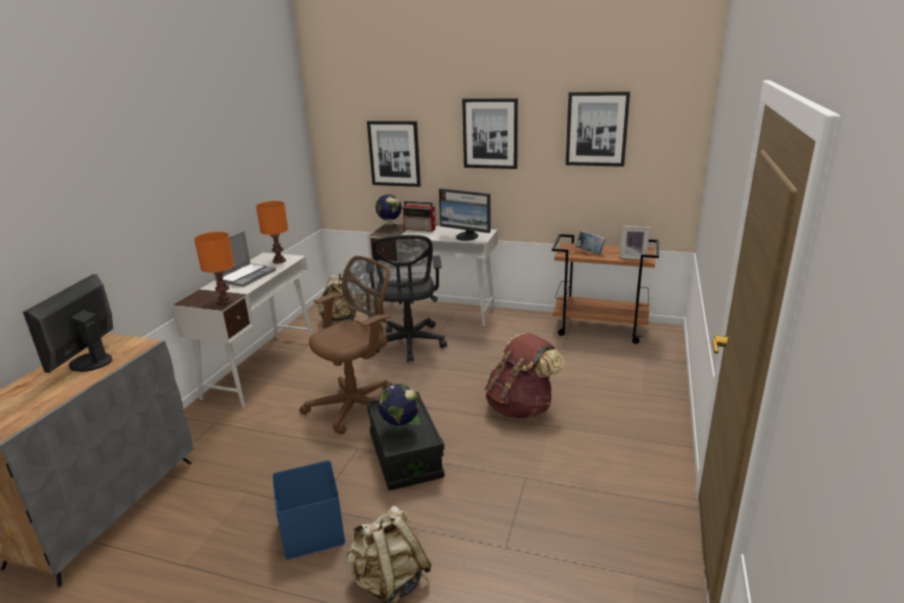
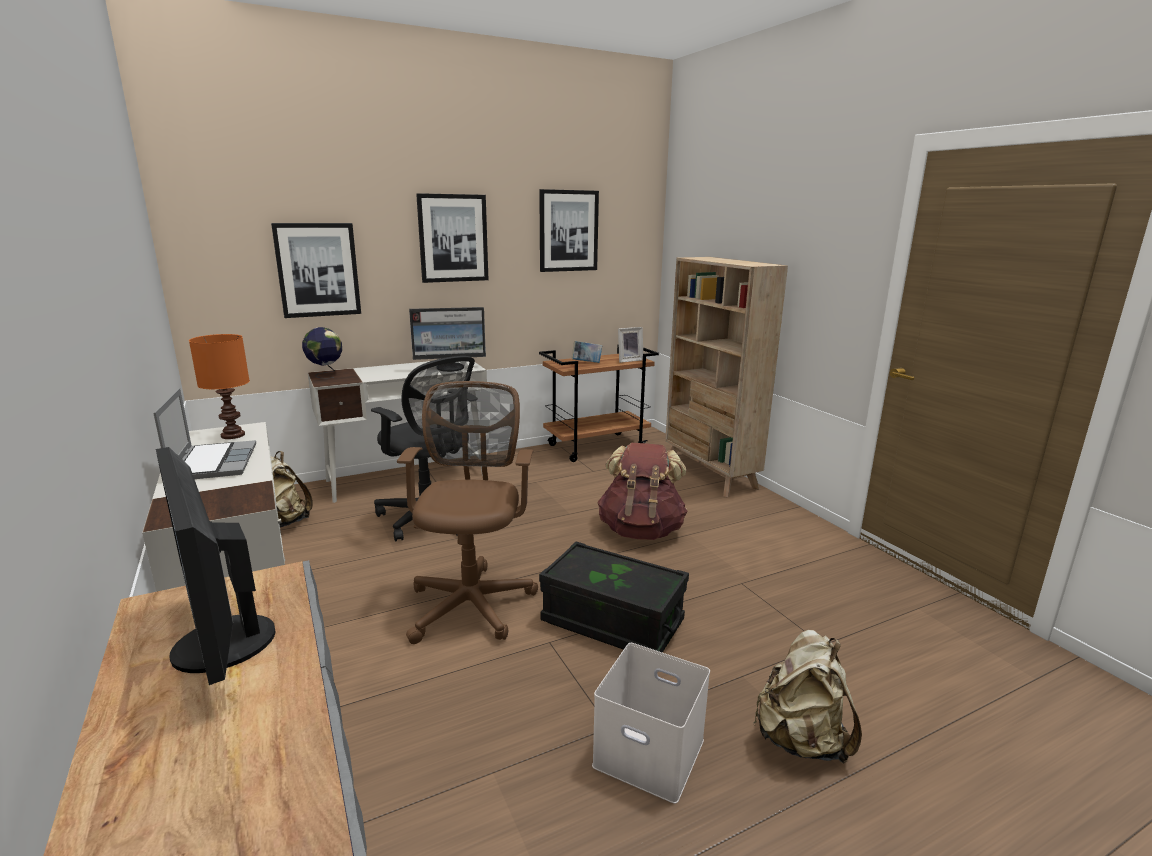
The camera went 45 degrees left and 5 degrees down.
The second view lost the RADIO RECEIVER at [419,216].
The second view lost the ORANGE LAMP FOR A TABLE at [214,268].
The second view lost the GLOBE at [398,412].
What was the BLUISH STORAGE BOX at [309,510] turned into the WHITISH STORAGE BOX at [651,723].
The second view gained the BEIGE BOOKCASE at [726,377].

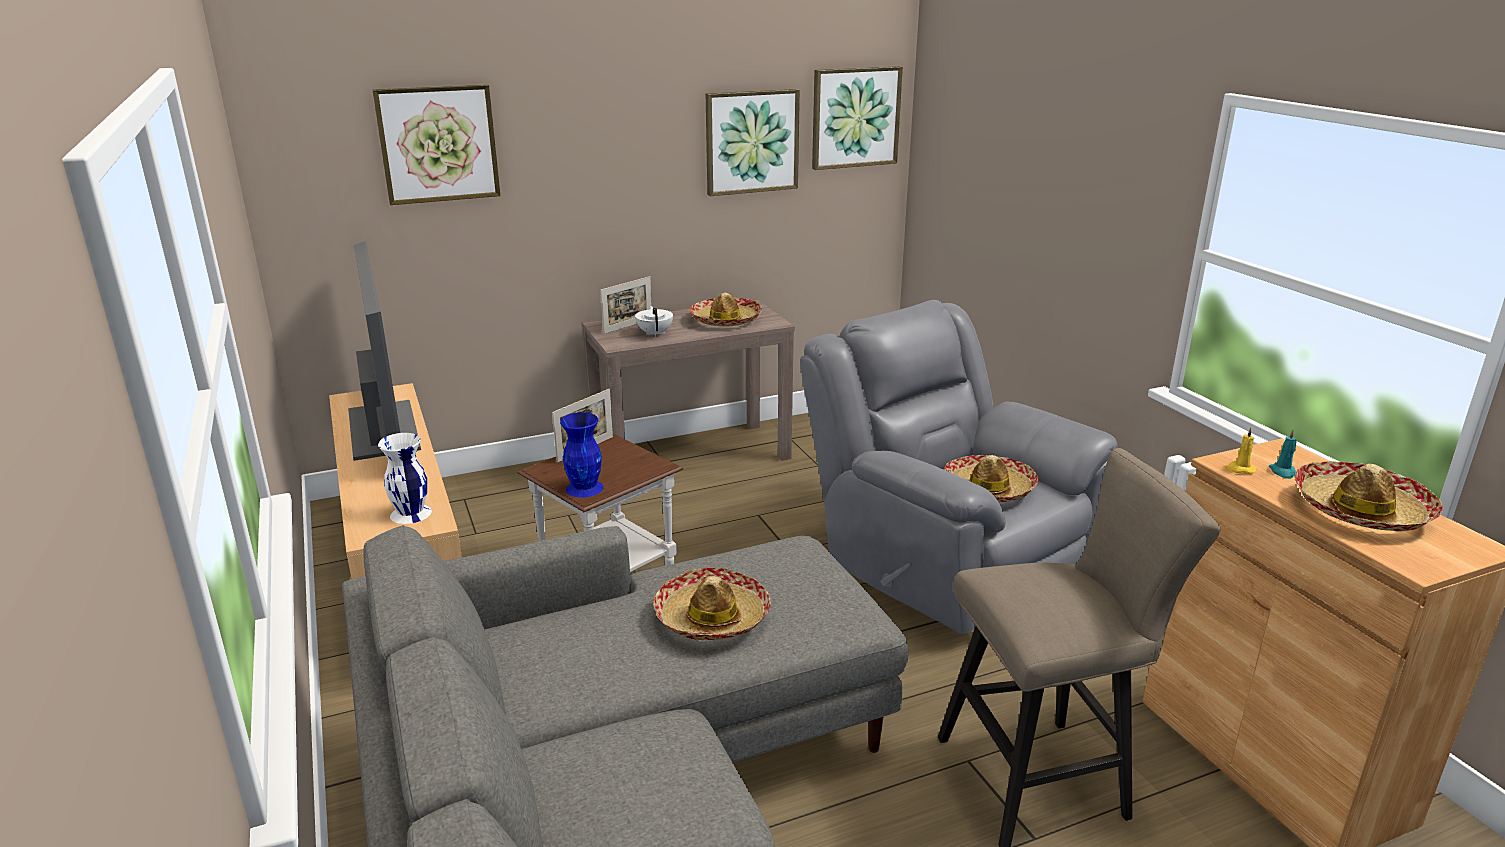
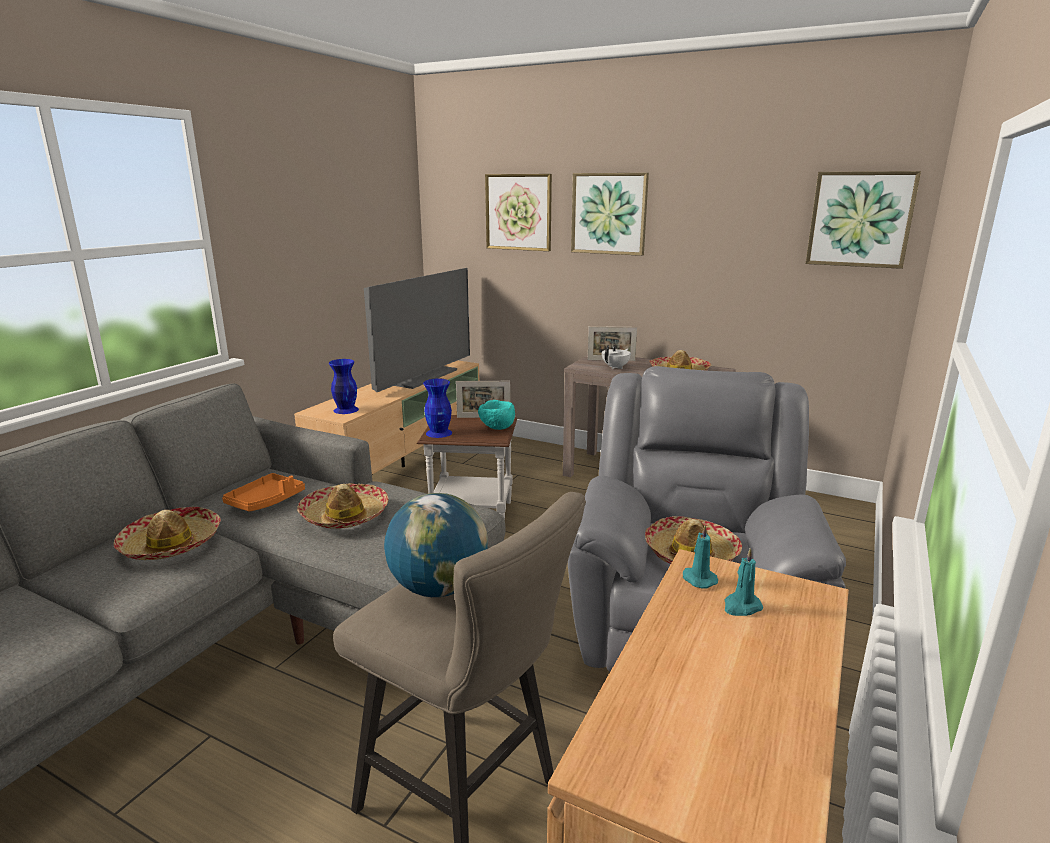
The camera went 50 degrees right and 5 degrees down.
The WALL PICTURE ended up elsewhere, having gone from [753,142] to [610,214].
What was the YELLOW WAX CANDLE at [1240,450] turned into the BLUE-GREEN WAX CANDLE at [700,556].
What was the WHITISH DECORATIVE VASE at [405,478] turned into the BLUISH DECORATIVE VASE at [344,386].
The HAT ended up elsewhere, having gone from [1368,496] to [167,533].
The second view gained the BLUE-GREEN BOWL at [496,415].
The second view gained the ORANGE TRAY at [263,492].
The second view gained the GLOBE at [436,545].

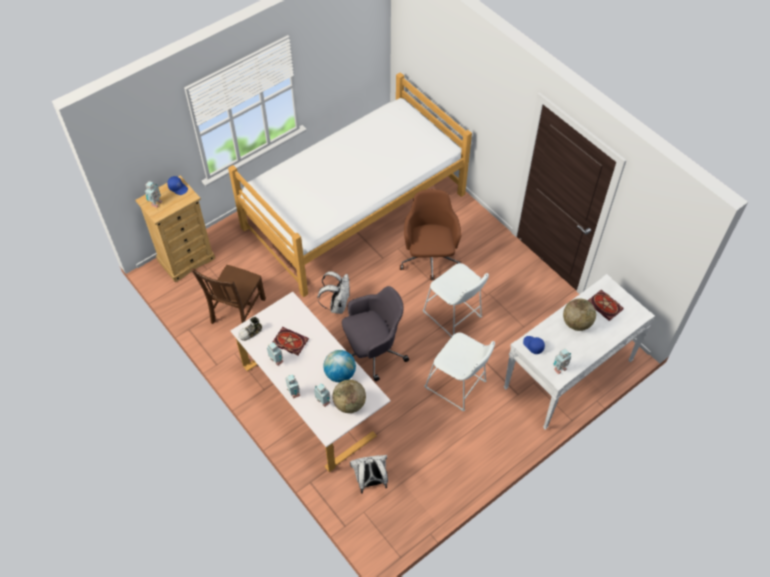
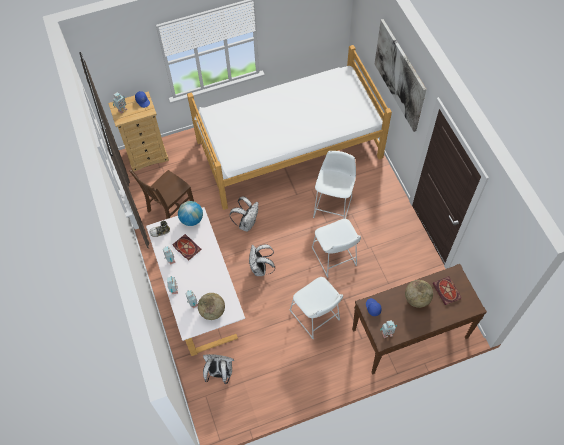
The camera went 20 degrees right and 5 degrees up.
Where the BROWN COMPUTER CHAIR stood at [430,234], the WHITISH STOOL SEAT came to stand at [334,185].
What was the WHITISH NARROW TABLE at [579,352] turned into the BROWN NARROW TABLE at [419,319].
Where the GREY COMPUTER CHAIR stood at [375,333], the WHITISH KNAPSACK came to stand at [262,260].
The GLOBE ended up elsewhere, having gone from [339,366] to [190,213].
The second view gained the WALL PICTURE at [400,75].

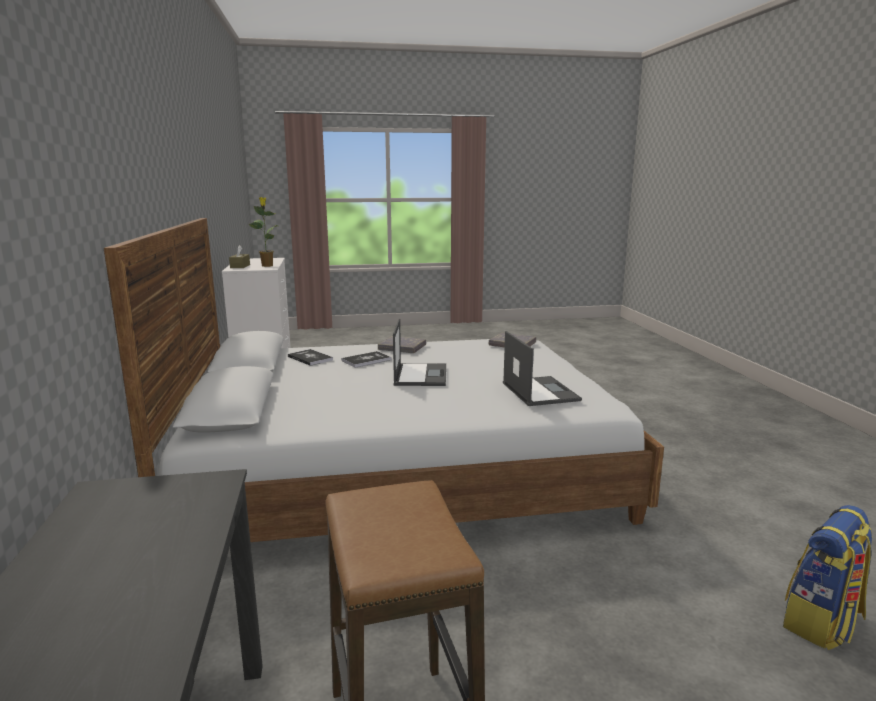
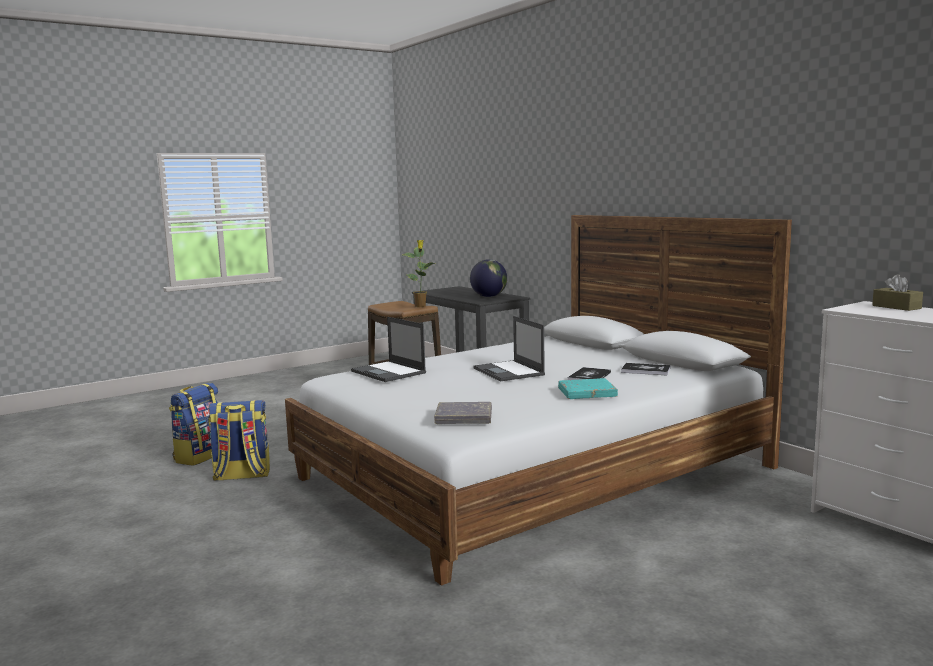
The camera went 155 degrees right and 5 degrees down.
The PLANT IN A POT ended up elsewhere, having gone from [263,232] to [419,273].
What was the GREY VOLUME at [402,344] turned into the BLUE-GREEN VOLUME at [588,388].
The second view gained the GLOBE at [488,278].
The second view gained the KNAPSACK at [239,440].

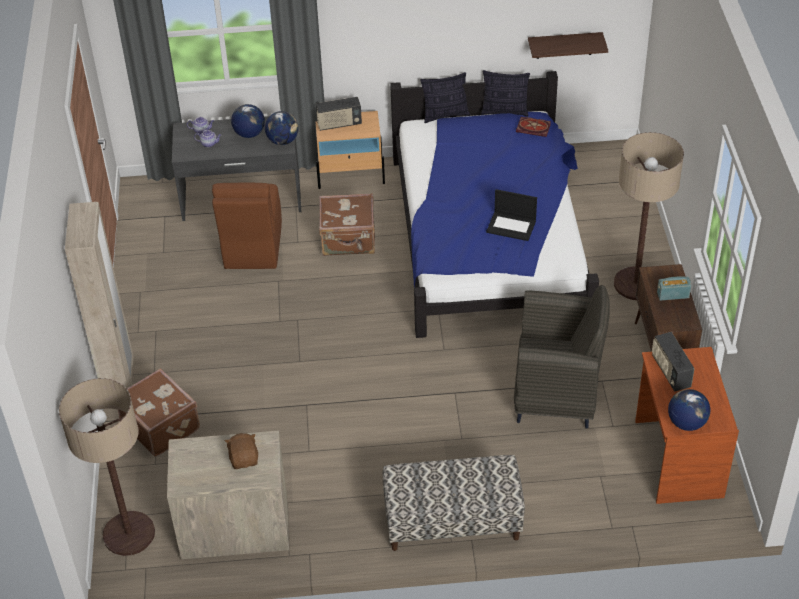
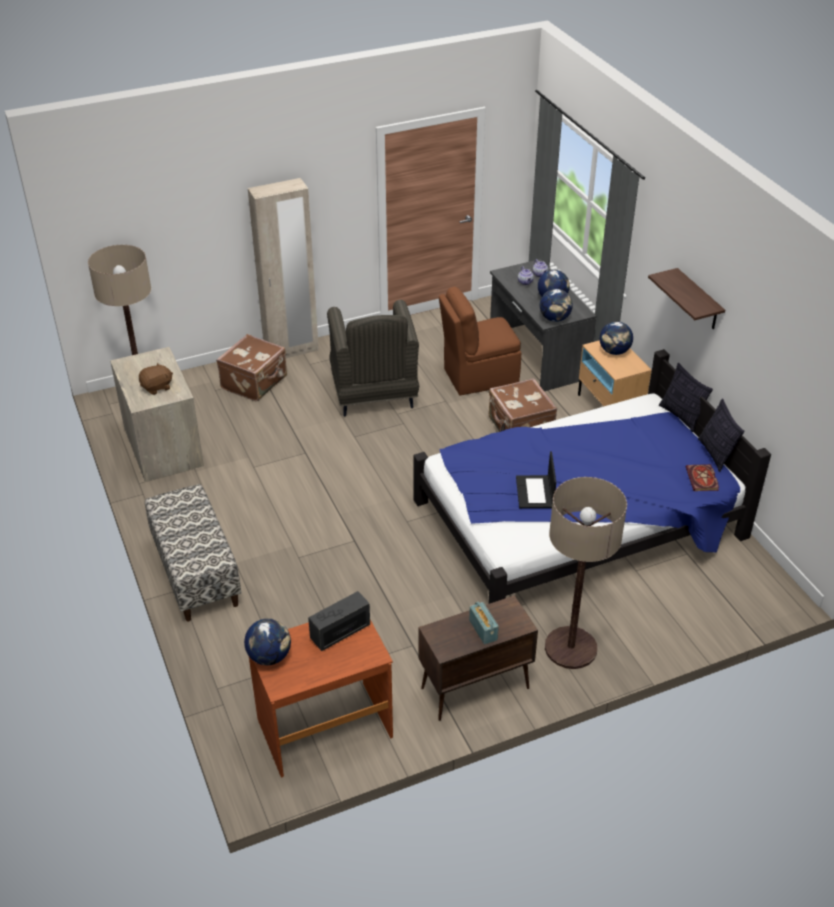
The camera went 70 degrees right and 5 degrees down.
The SHELF ended up elsewhere, having gone from [568,45] to [686,298].
Where the RADIO RECEIVER stood at [339,114], the GLOBE came to stand at [616,338].
The GREY ARMCHAIR ended up elsewhere, having gone from [562,357] to [373,358].

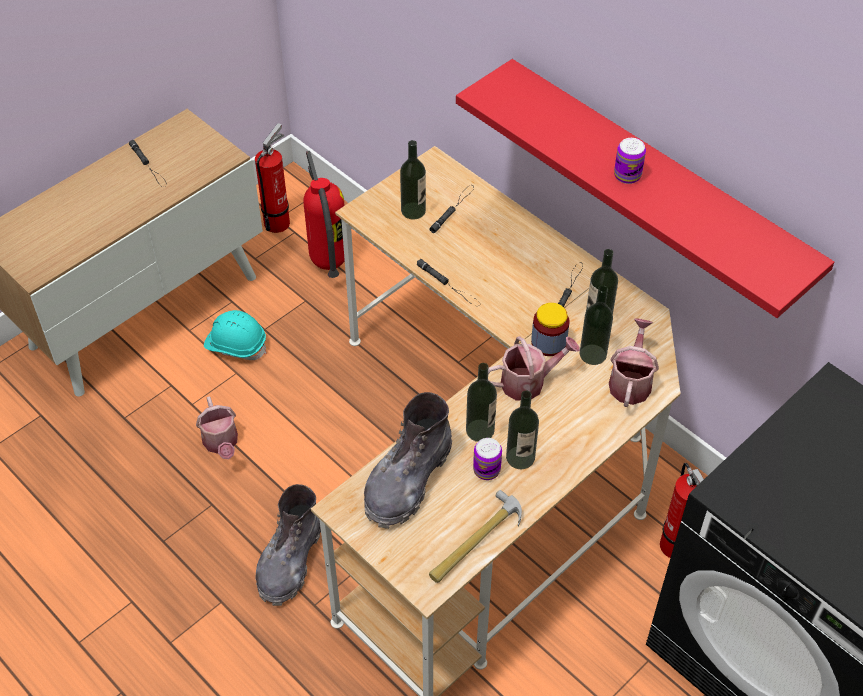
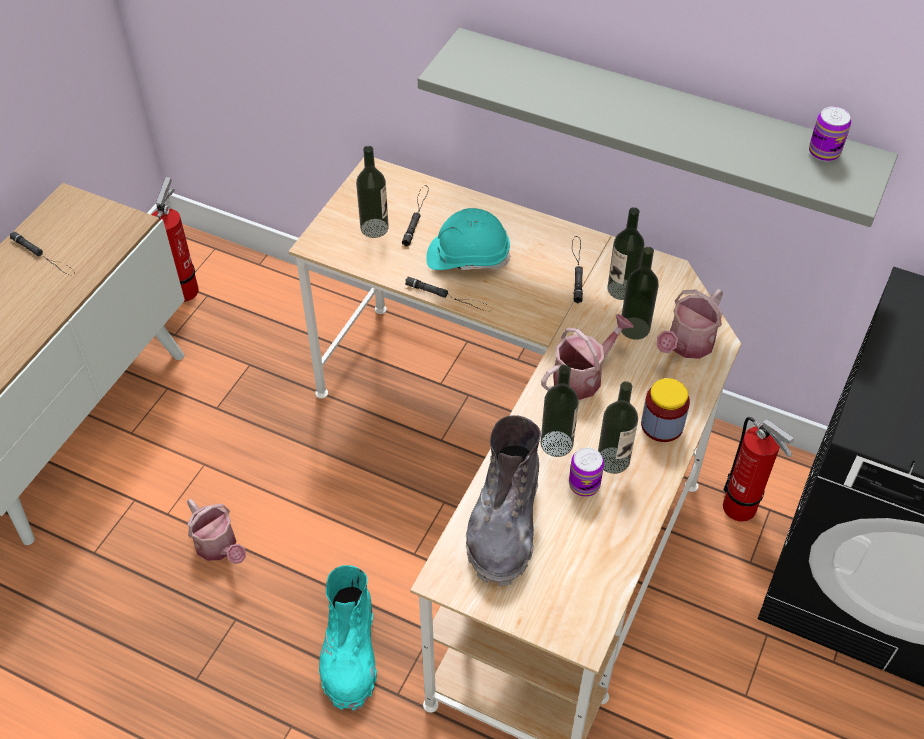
The camera went 20 degrees left and 0 degrees up.
What was the RED-COLOURED SHELF at [645,188] turned into the GREY SHELF at [658,127].
The CAN ended up elsewhere, having gone from [630,161] to [830,134].
The second view lost the EXTINGUISHER at [324,214].
The PRESERVE JAR ended up elsewhere, having gone from [550,329] to [665,410].
The BLUE-GREEN SAFETY HELMET ended up elsewhere, having gone from [235,335] to [468,239].
The WATERING POT at [634,362] ended up facing another way, 135 degrees counterclockwise from before.
What was the GREY TALL BOOT at [288,545] turned into the BLUE-GREEN TALL BOOT at [348,638].
The second view lost the HAND HAMMER at [475,536].

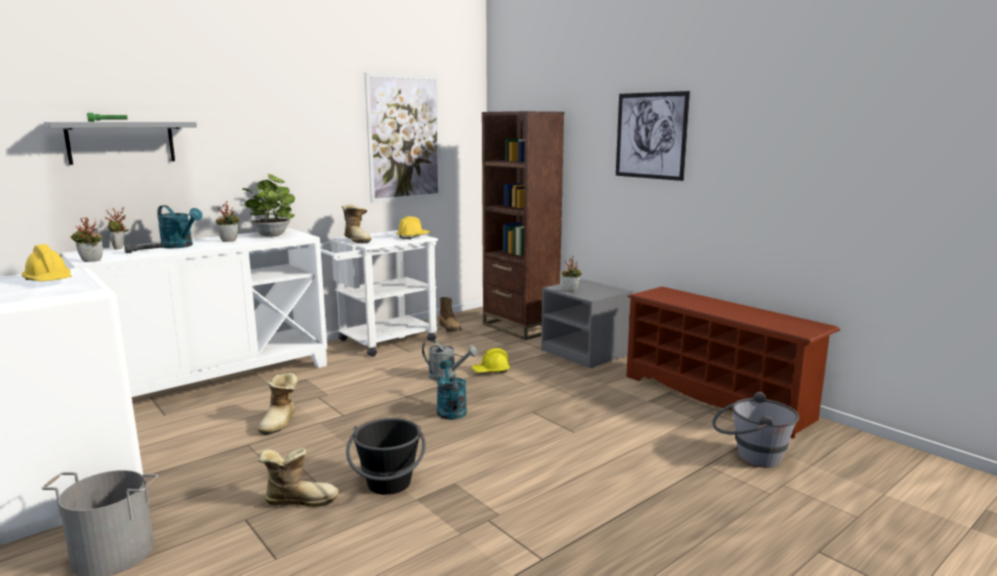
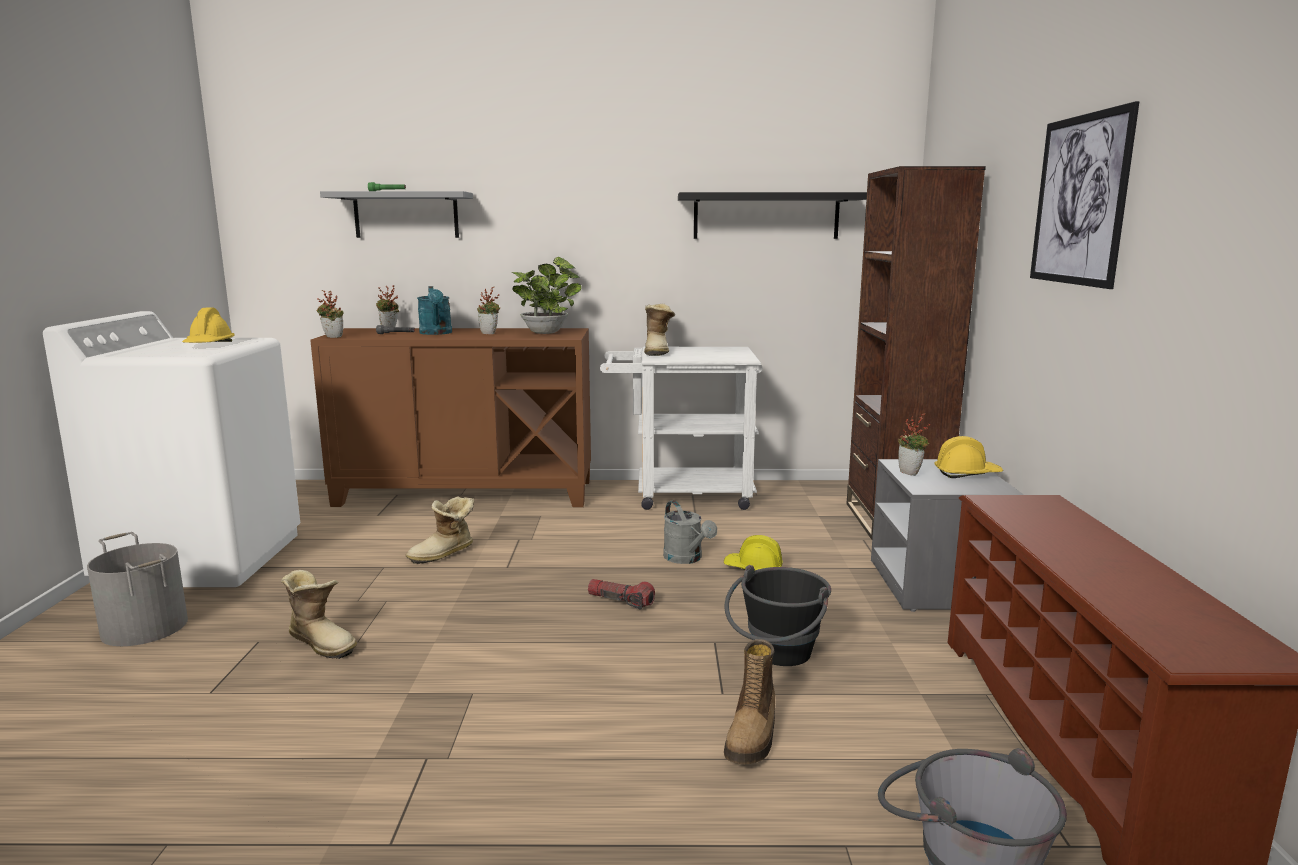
The camera went 40 degrees right and 0 degrees up.
Where the WALL PICTURE hung at [403,137], the BLACK-COLOURED SHELF came to hang at [772,215].
The YELLOW SAFETY HELMET ended up elsewhere, having gone from [413,227] to [968,457].
What was the WHITISH STORAGE CABINET at [194,312] turned into the BROWN STORAGE CABINET at [450,417].
The TALL BOOT ended up elsewhere, having gone from [450,314] to [749,701].
Where the BLUE-GREEN WATERING POT stood at [452,390], the FLASHLIGHT came to stand at [621,594].
The BLACK-COLOURED PAIL ended up elsewhere, having gone from [386,456] to [778,615].

